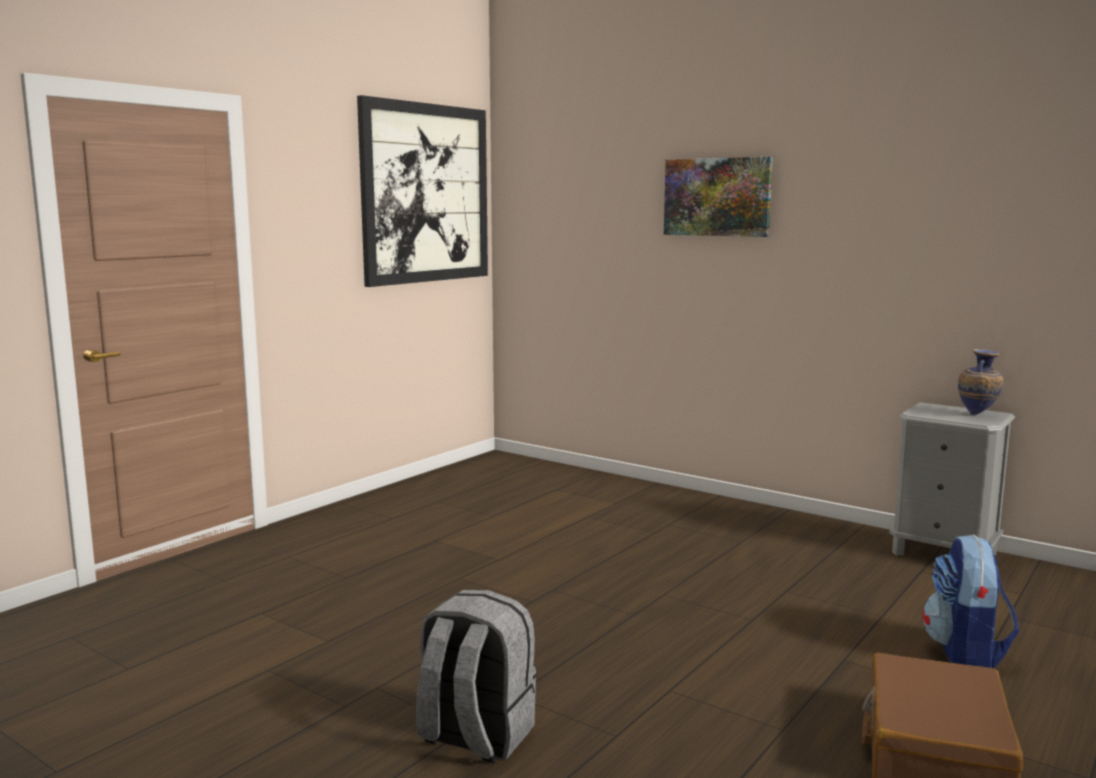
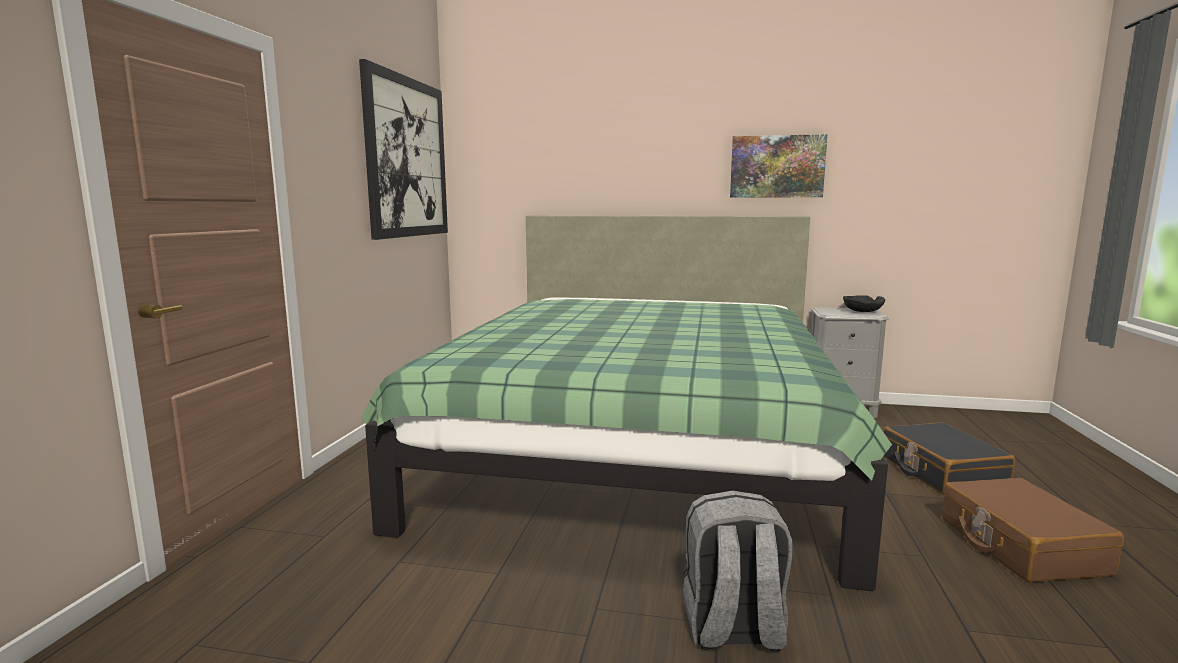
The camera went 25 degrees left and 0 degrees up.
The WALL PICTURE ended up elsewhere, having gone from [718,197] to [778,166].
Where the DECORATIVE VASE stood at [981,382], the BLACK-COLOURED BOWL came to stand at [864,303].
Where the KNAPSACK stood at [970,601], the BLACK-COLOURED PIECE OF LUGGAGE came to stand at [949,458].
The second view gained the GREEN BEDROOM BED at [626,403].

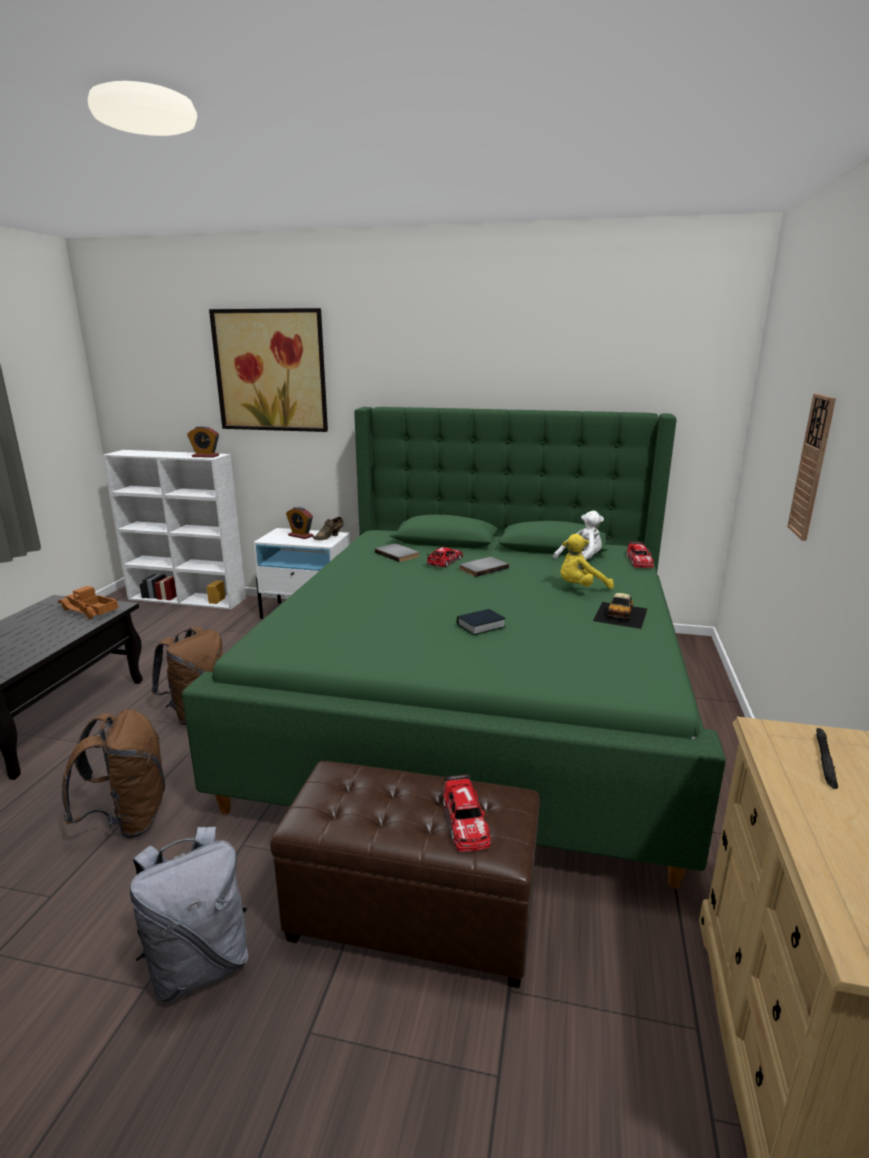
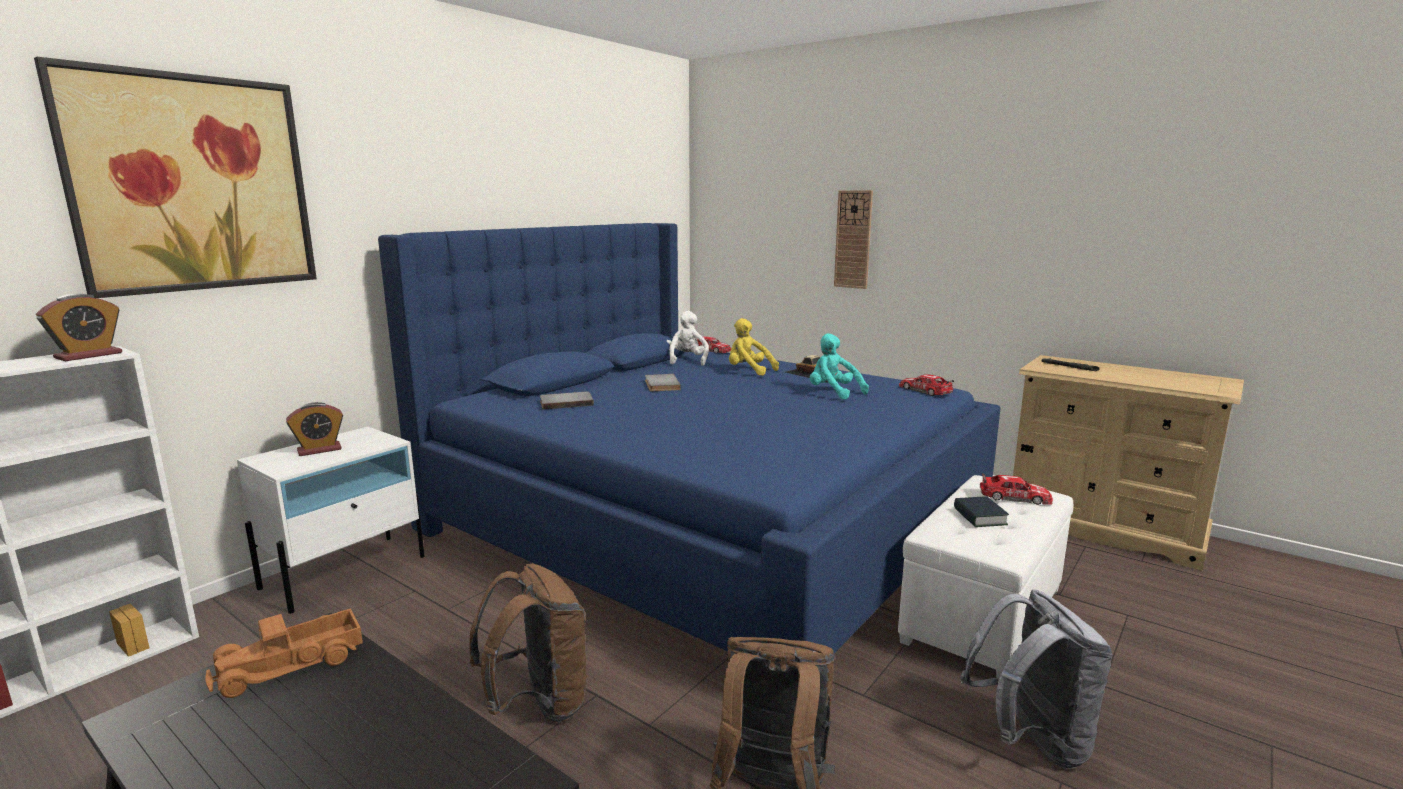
The camera went 65 degrees left and 5 degrees down.
What was the GREEN BEDROOM BED at [454,648] turned into the BLUISH BEDROOM BED at [689,438].
The second view lost the BROWN SHOE at [328,528].
The YELLOW CUDDLY TOY at [587,561] ended up facing another way, 120 degrees clockwise from before.
The MINIATURE CAR ended up elsewhere, having gone from [445,557] to [926,385].
The VOLUME ended up elsewhere, having gone from [481,622] to [981,512].
What was the BROWN OTTOMAN at [405,874] turned into the WHITISH OTTOMAN at [985,576].
The second view gained the BLUE-GREEN CUDDLY TOY at [839,366].

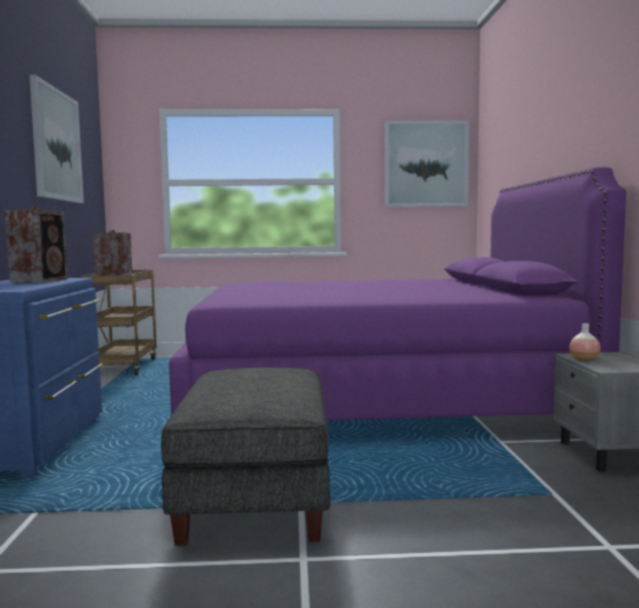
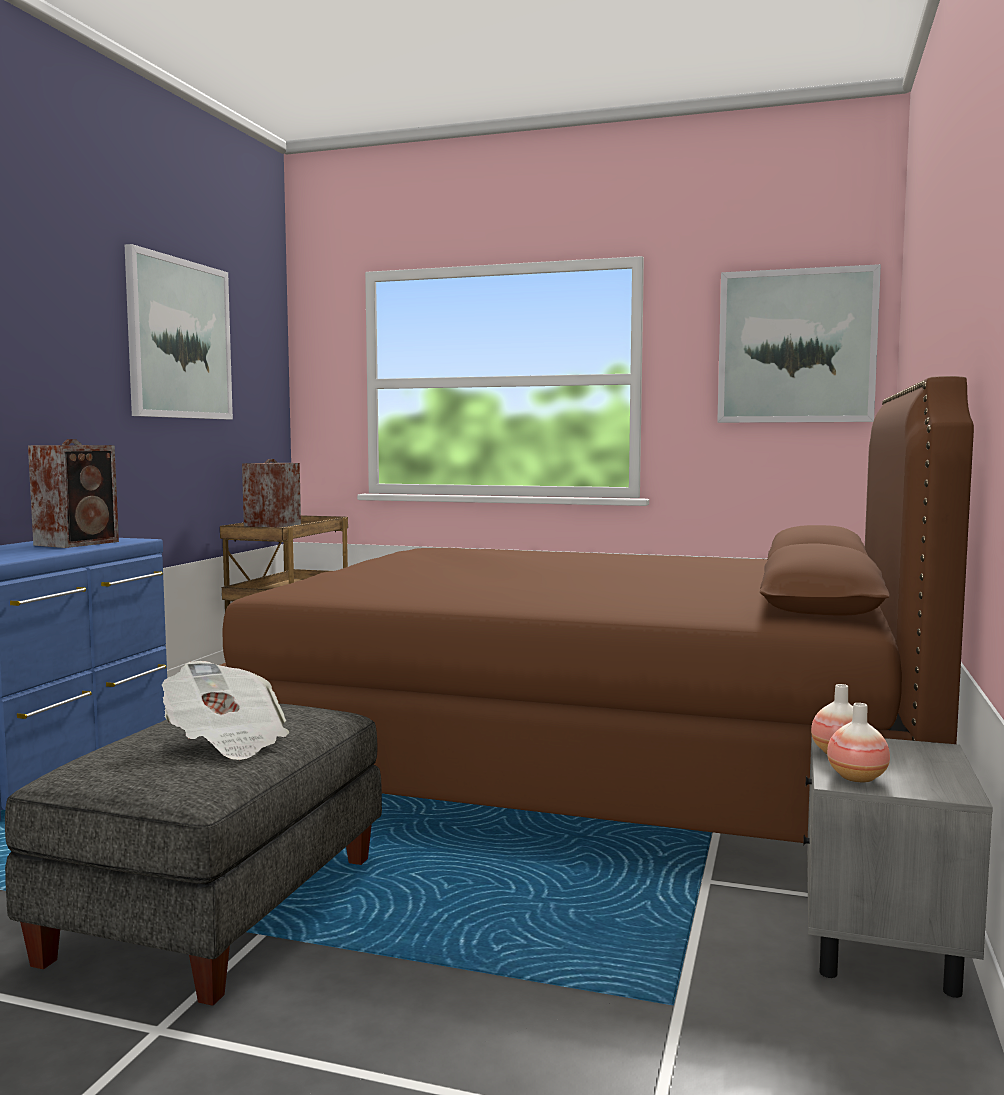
The camera went 20 degrees right and 0 degrees up.
What was the PURPLISH BEDROOM BED at [397,293] turned into the BROWN BEDROOM BED at [597,609].
The second view gained the NEWSPAPER at [225,710].
The second view gained the DECORATIVE VASE at [858,743].

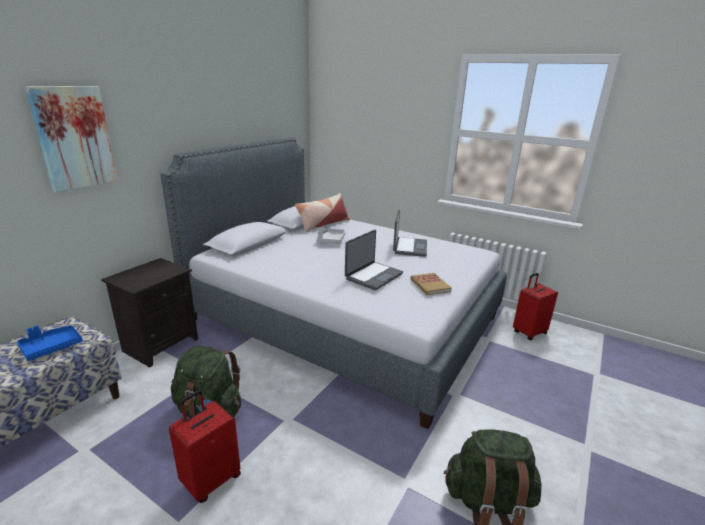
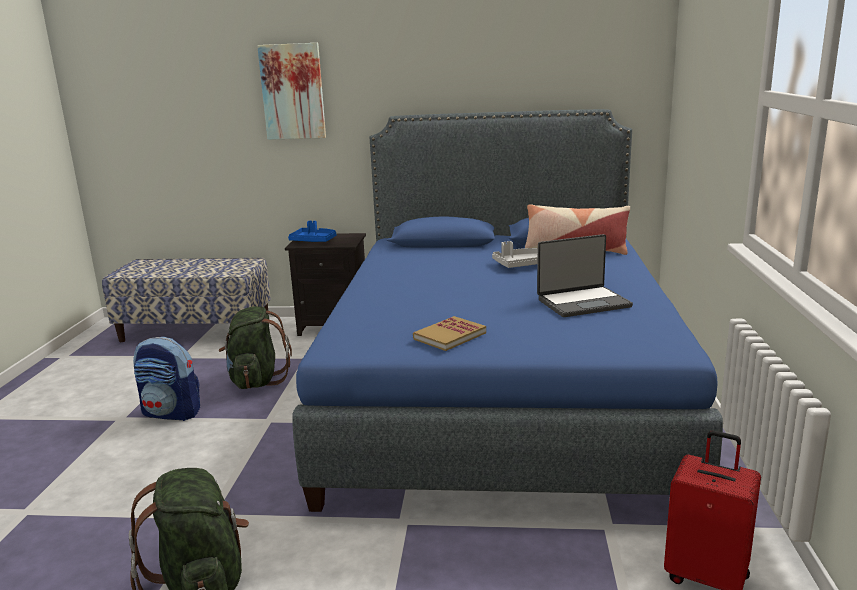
The camera went 65 degrees right and 5 degrees down.
What was the GREY BEDROOM BED at [333,283] turned into the BLUISH BEDROOM BED at [507,310].
The second view lost the NOTEBOOK COMPUTER at [374,260].
The BLUISH TRAY ended up elsewhere, having gone from [50,343] to [312,231].
Where the RED-COLOURED PIECE OF LUGGAGE stood at [205,446], the KNAPSACK came to stand at [166,379].

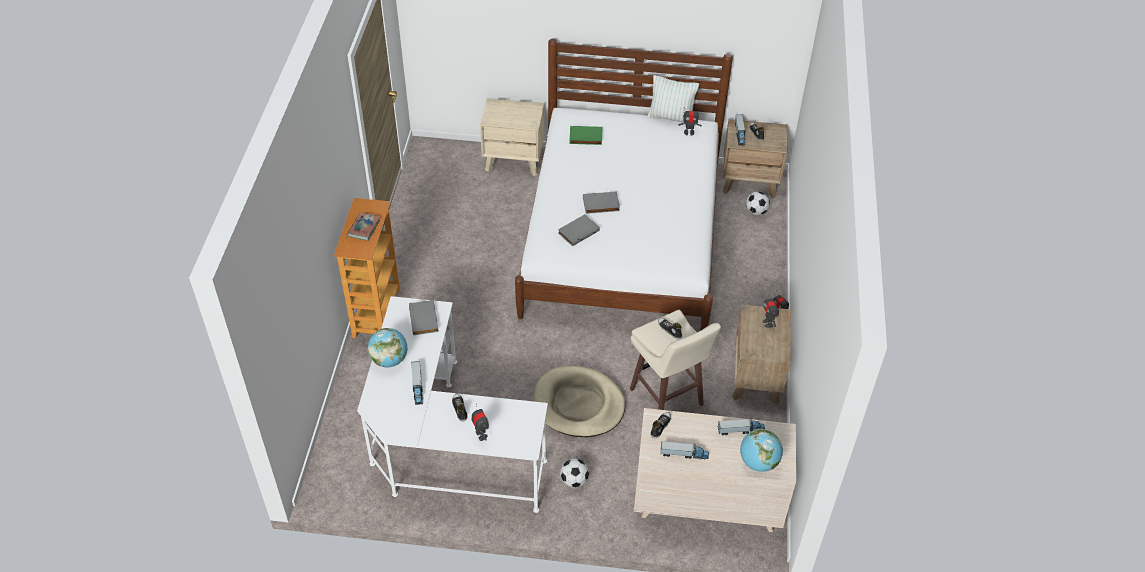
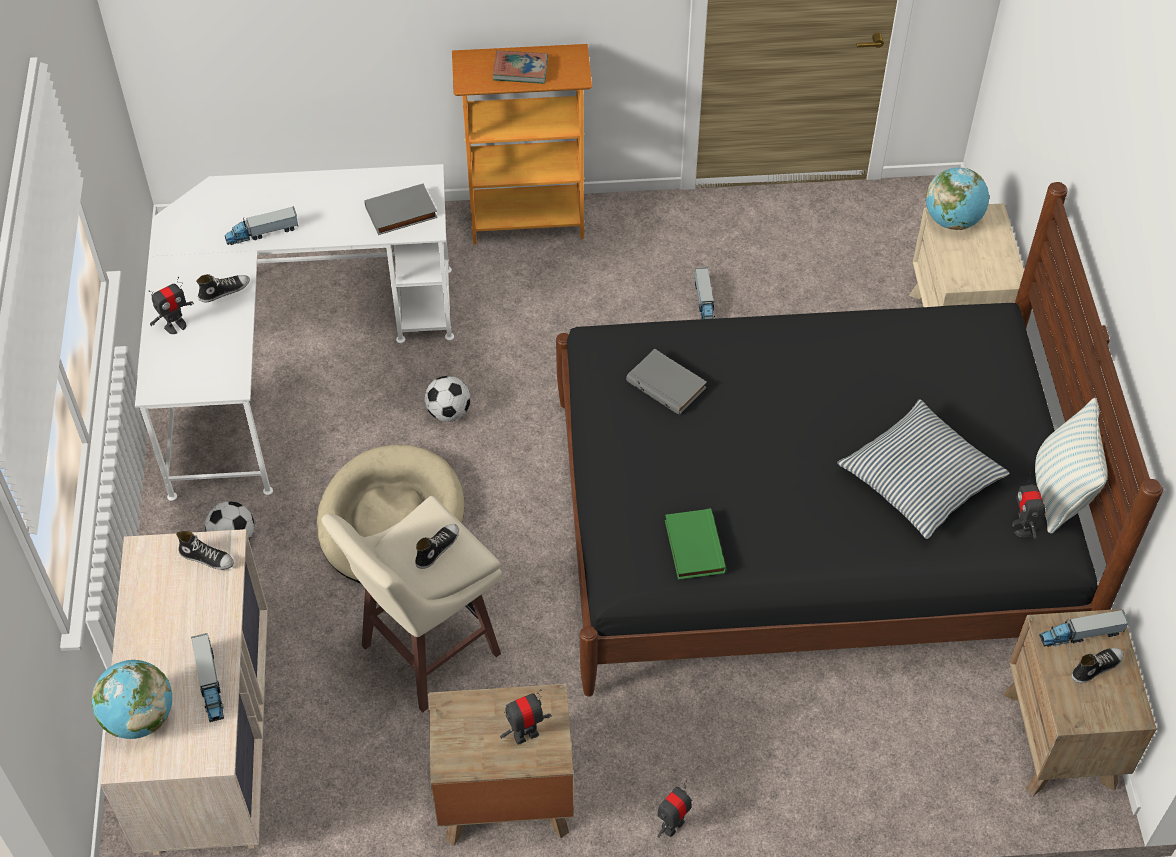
The camera went 80 degrees right and 5 degrees up.
What was the WHITISH BEDROOM BED at [624,185] turned into the BLACK-COLOURED BEDROOM BED at [859,439].
The GREEN VOLUME ended up elsewhere, having gone from [585,135] to [695,544].
The BALL FOR FOOTBALL ended up elsewhere, having gone from [758,203] to [448,399].
The second view lost the GREY VOLUME at [601,203].
The GLOBE ended up elsewhere, having gone from [388,347] to [957,199].
The TOY LORRY ended up elsewhere, having gone from [685,450] to [705,293].
The second view gained the PILLOW at [923,469].

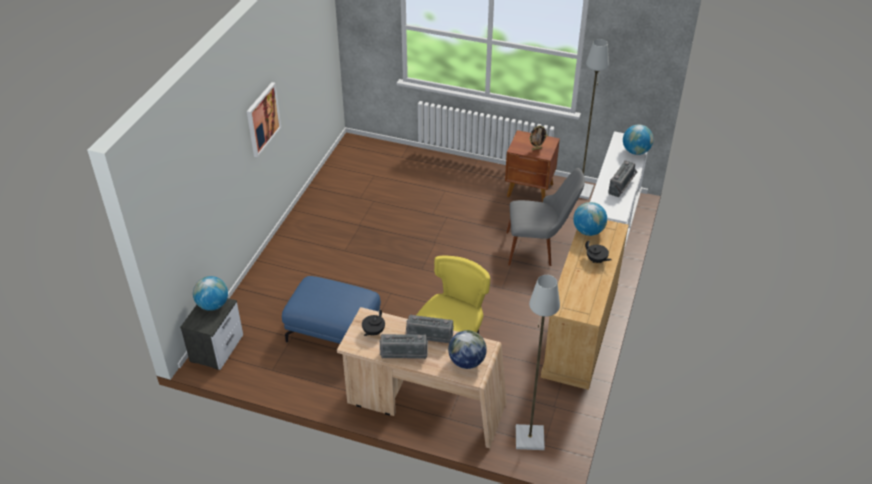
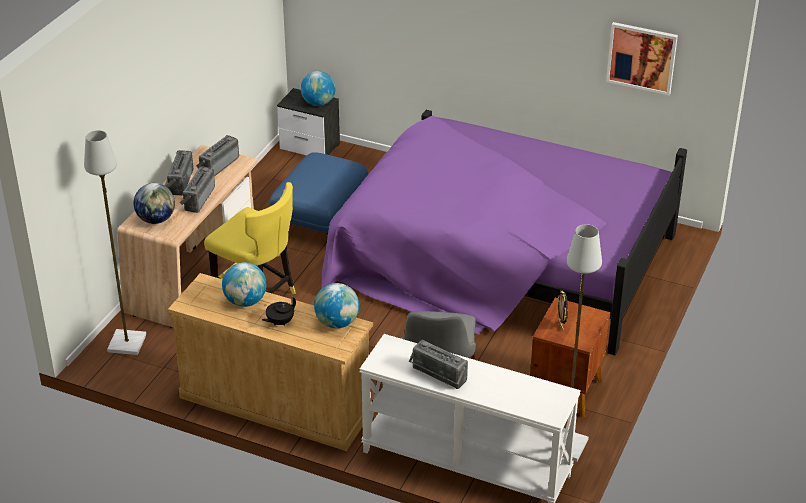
The camera went 95 degrees right and 5 degrees down.
The WALL PICTURE ended up elsewhere, having gone from [264,119] to [642,58].
The GLOBE ended up elsewhere, having gone from [638,139] to [244,284].
Where the BLACK-COLOURED TEAPOT stood at [373,322], the RADIO RECEIVER came to stand at [217,156].
The second view gained the PURPLISH BEDROOM BED at [504,232].

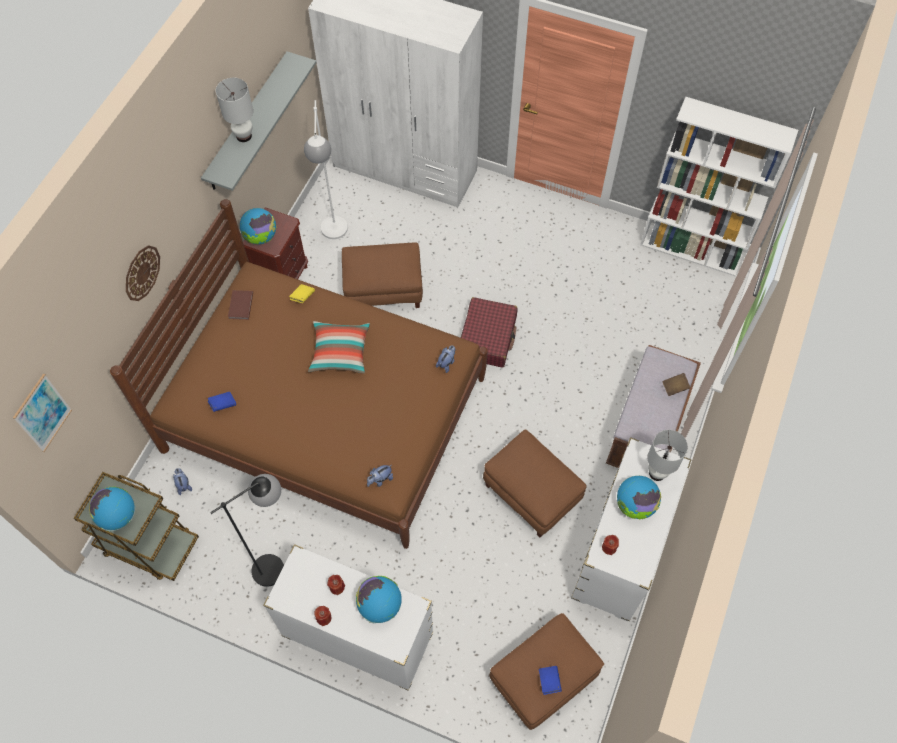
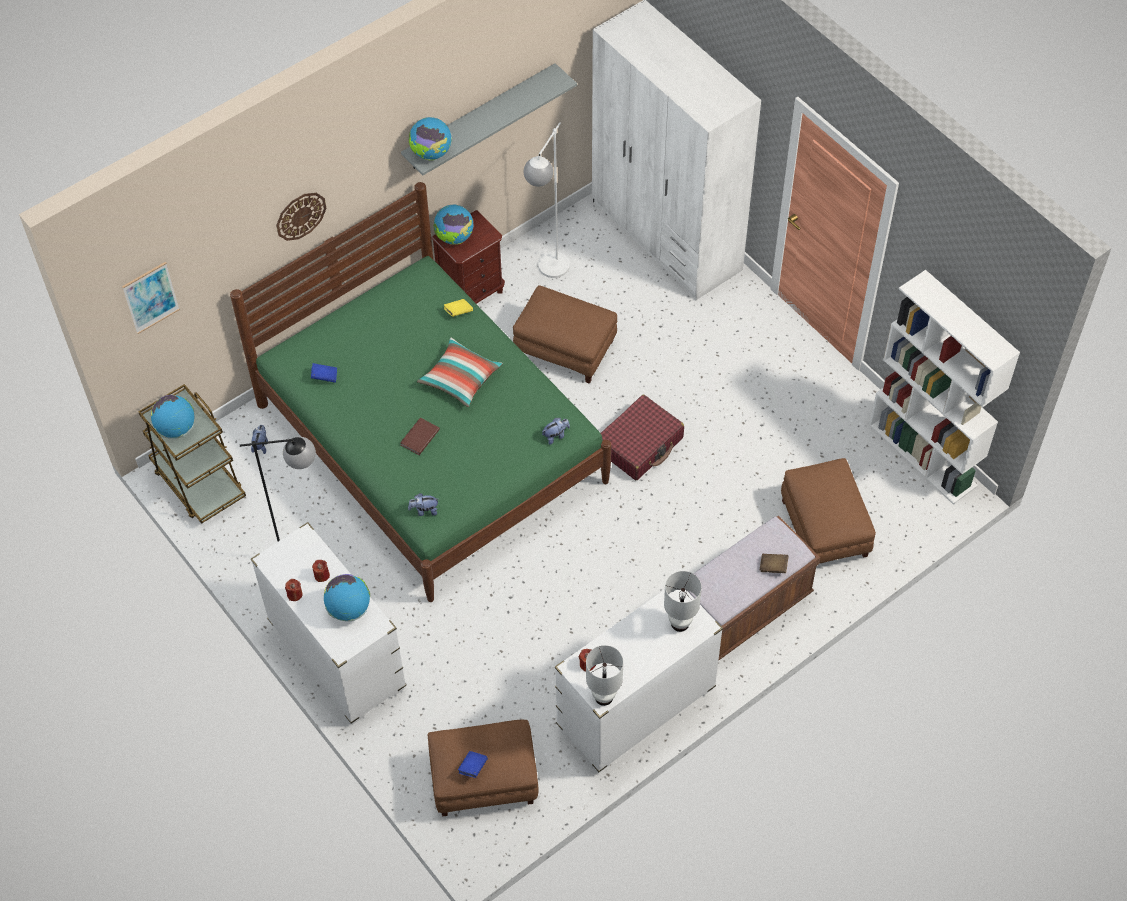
The camera went 30 degrees right and 5 degrees down.
The WHITISH LAMP FOR A TABLE ended up elsewhere, having gone from [234,110] to [604,675].
What was the BROWN BEDROOM BED at [299,374] turned into the GREEN BEDROOM BED at [420,392].
The BROWN VOLUME ended up elsewhere, having gone from [240,305] to [420,436].
The BROWN OTTOMAN ended up elsewhere, having gone from [535,483] to [828,511].
The GLOBE ended up elsewhere, having gone from [639,497] to [430,138].

